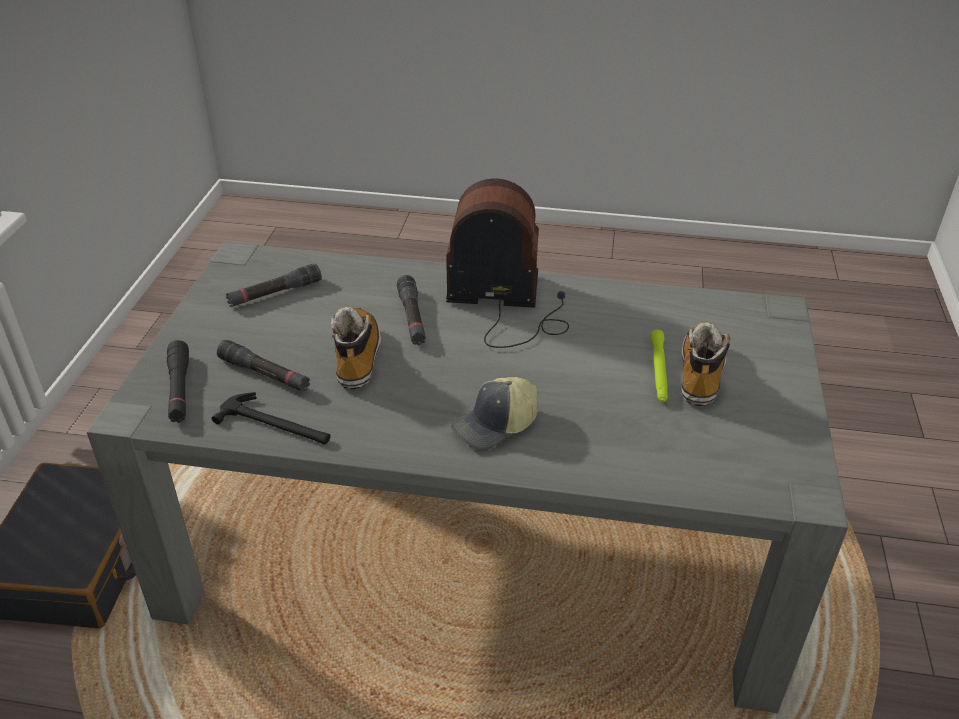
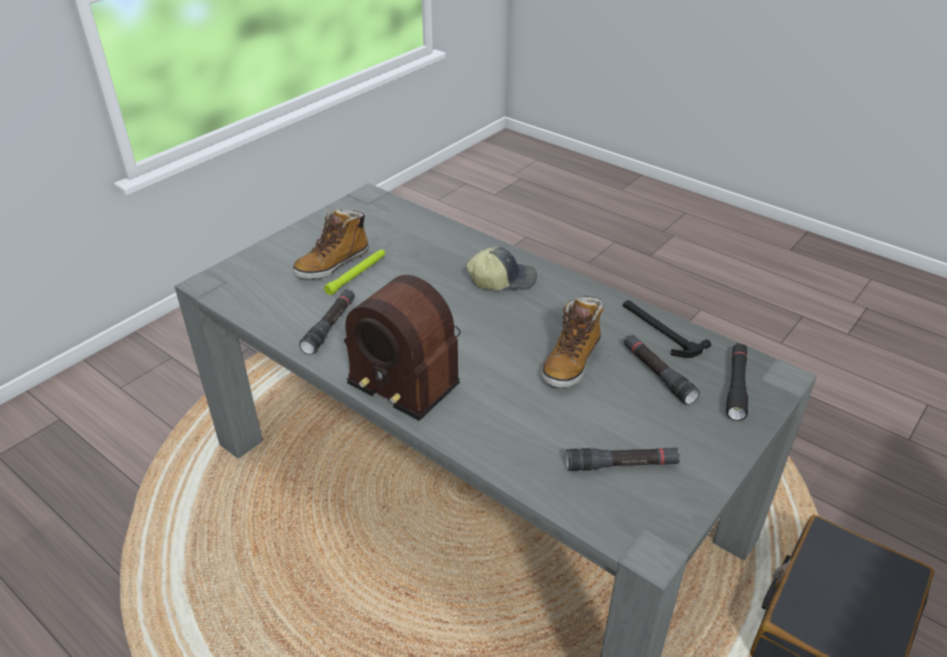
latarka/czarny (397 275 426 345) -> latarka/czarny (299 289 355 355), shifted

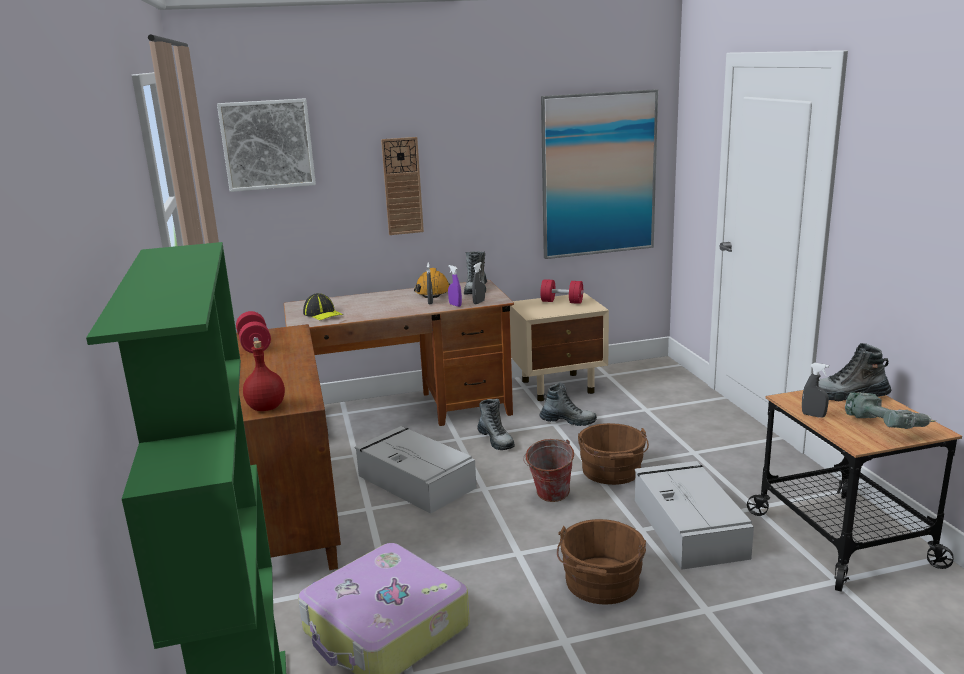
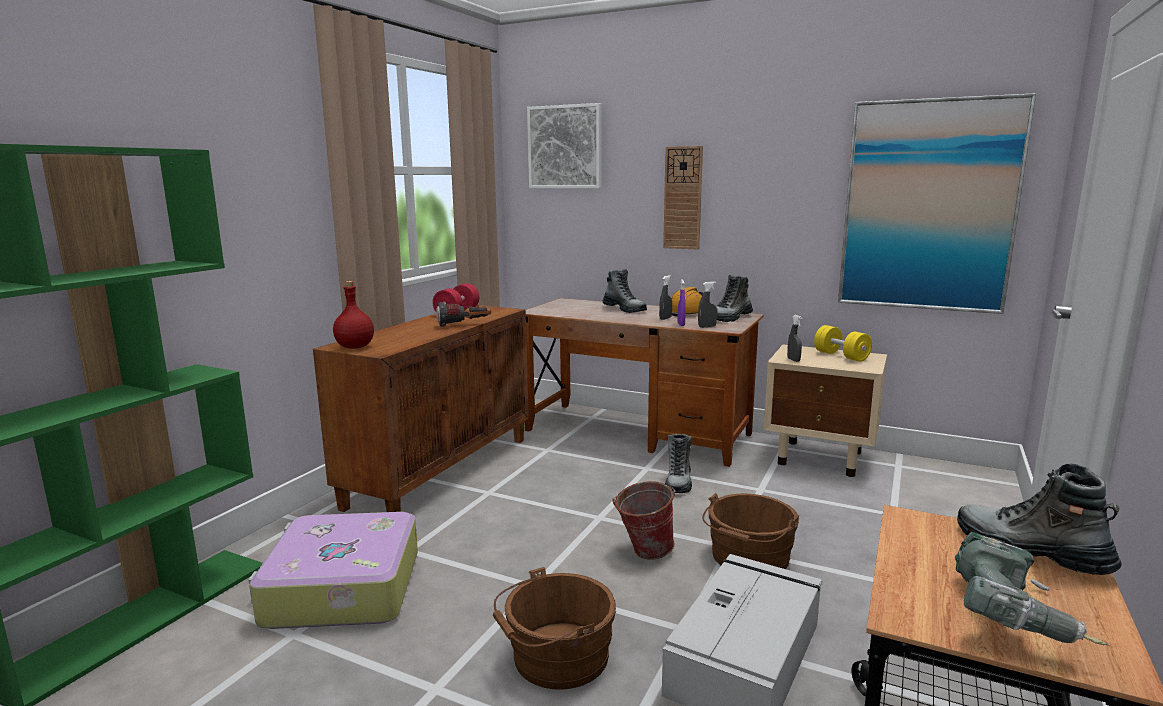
czapka z daszkiem (303 293 343 320) -> none
pojemnik do przechowywania/szary (355 426 476 514) -> none
none -> latarka (436 302 491 327)
but z cholewką (539 383 597 426) -> but z cholewką (603 269 647 313), shifted
spryskiwacz/szary (802 363 829 418) -> spryskiwacz/szary (787 315 802 362), shifted
hantel/czerwony (541 279 583 304) -> hantel/żółty (814 325 872 362)

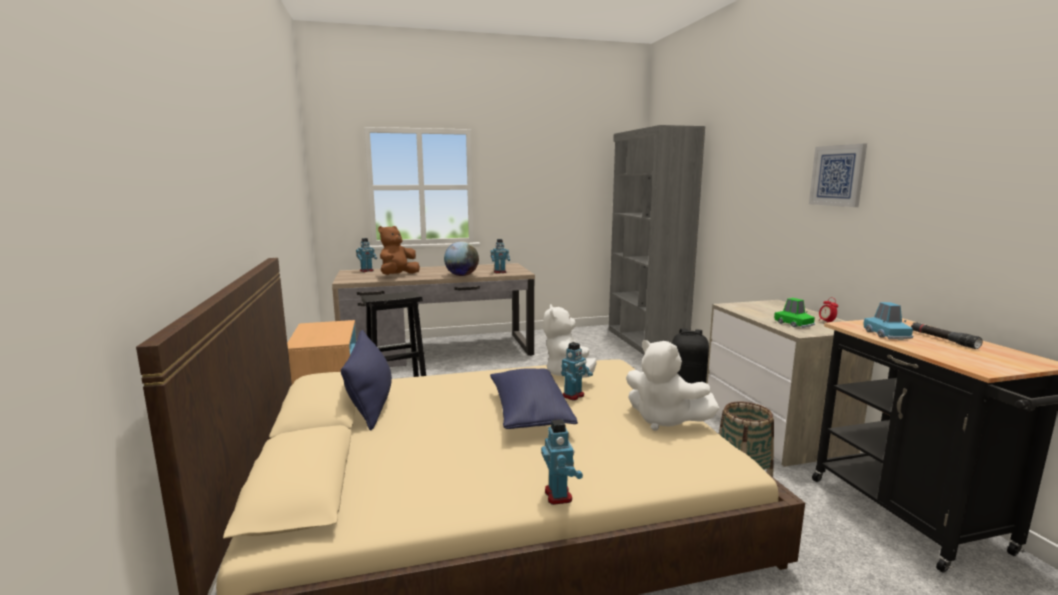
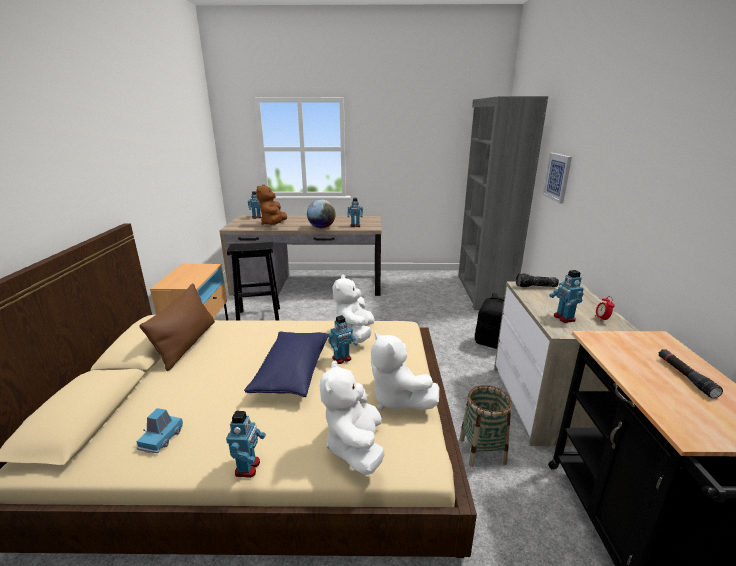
none -> pluszak/biały (320 360 385 475)
none -> latarka (516 273 559 287)
obraz (809 144 867 207) -> obraz (543 153 572 203), shifted
samochodzik/niebieski (864 302 913 340) -> samochodzik/niebieski (136 408 183 453), shifted
samochodzik/zielony (774 298 815 328) -> robot zabawkowy (549 270 584 323)
poduszka/niebieski (341 330 392 430) -> poduszka/brązowy (139 283 215 371)
pluszak/brązowy (378 226 420 275) -> pluszak/brązowy (256 184 287 225), 45 degrees counterclockwise

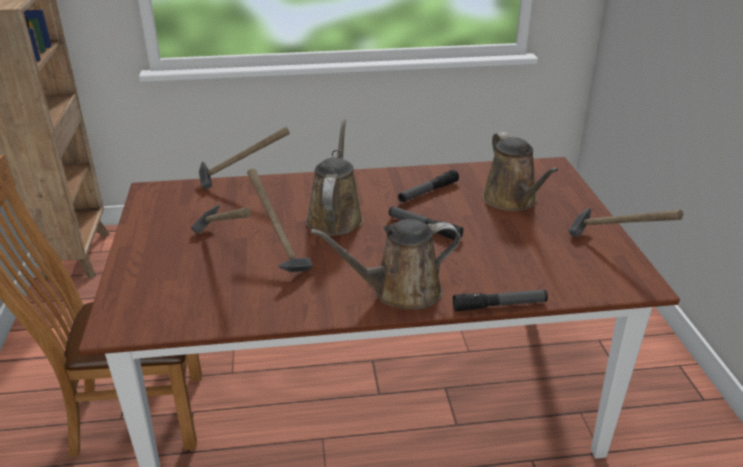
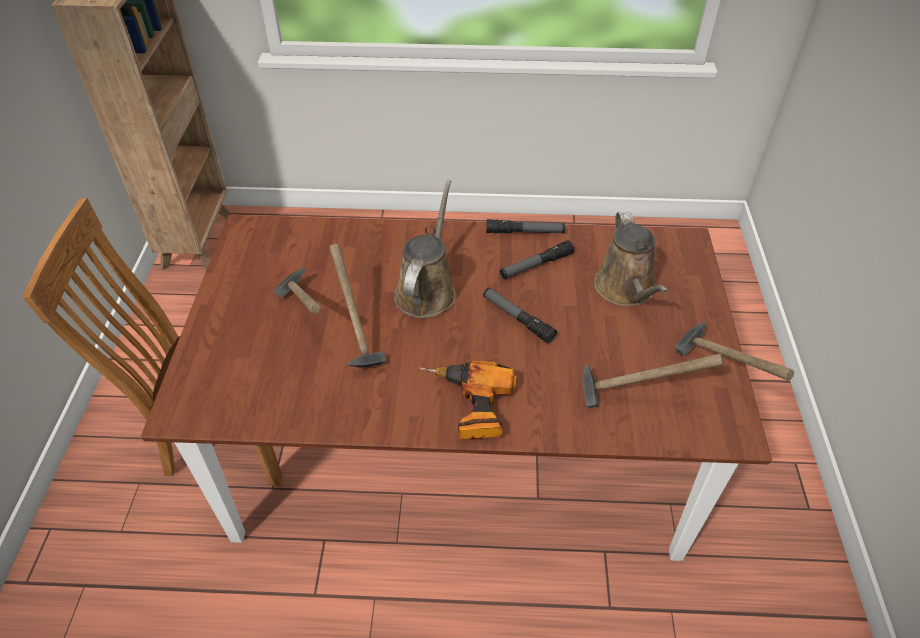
młotek (199 127 290 190) -> młotek (582 354 724 408), shifted
latarka (453 290 548 311) -> latarka (486 219 565 233), shifted
konewka/brązowy (310 219 461 310) -> wiertarka (419 361 517 440)

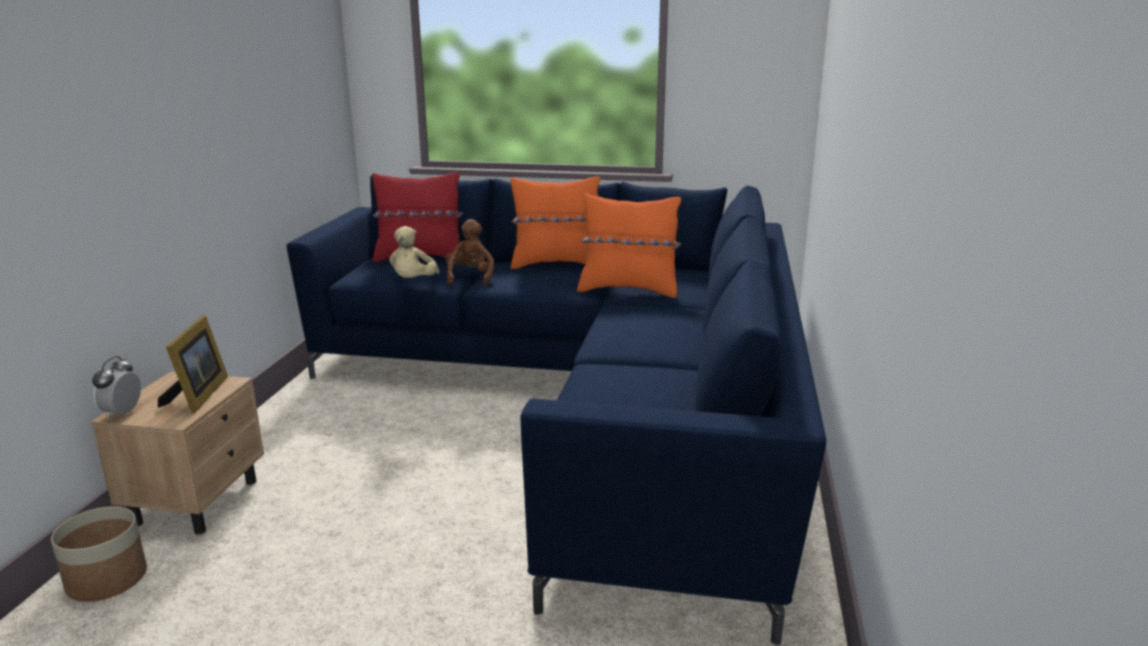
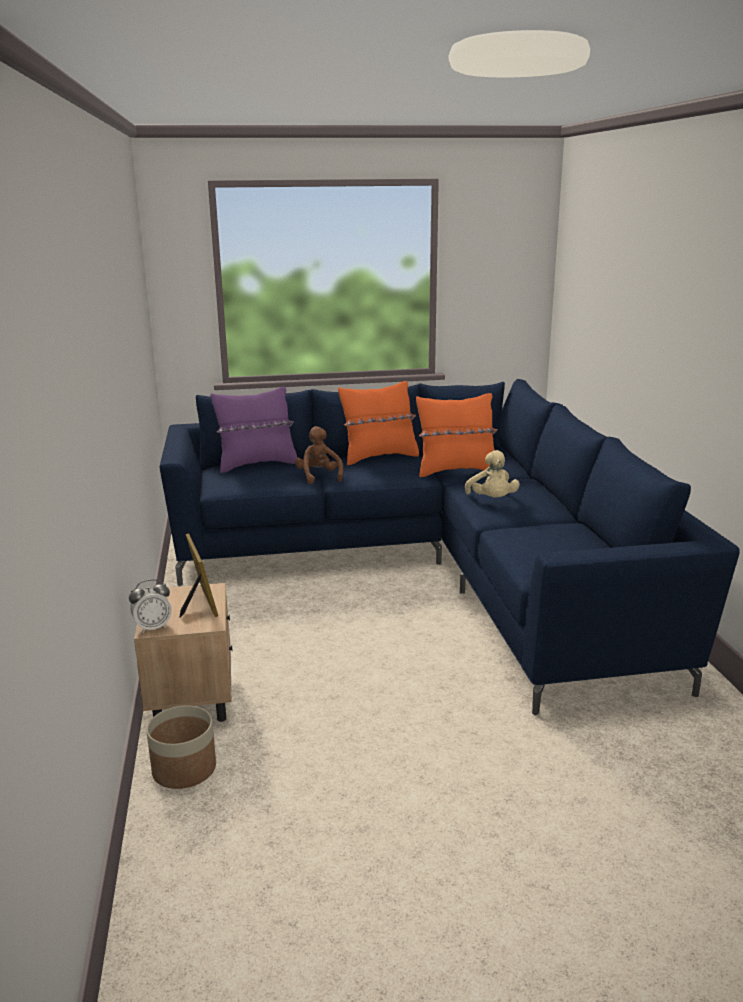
pluszak/beżowy (389 226 440 278) -> pluszak/beżowy (465 450 520 497), shifted
poduszka/czerwony (372 172 463 262) -> poduszka/fioletowy (210 387 297 473)
budzik (92 356 141 418) -> budzik (129 579 172 633), 105 degrees counterclockwise

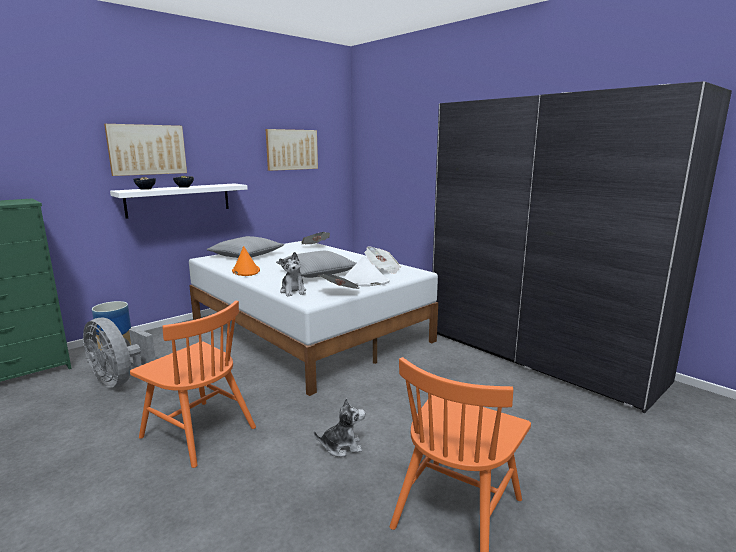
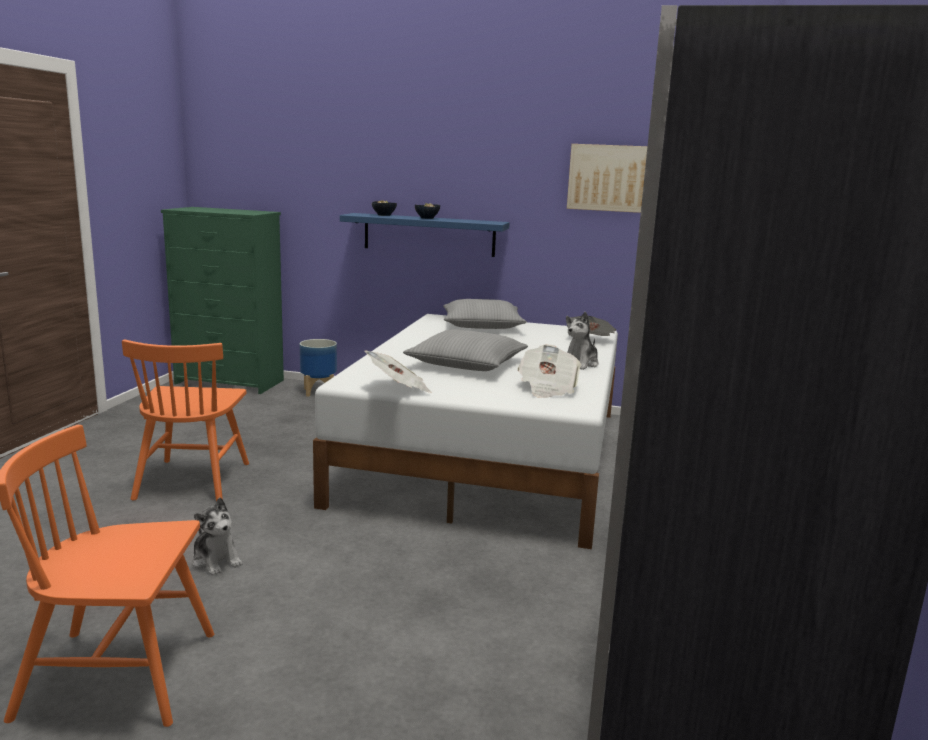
wentylator/szary (83 318 156 388) -> none
obraz (104 124 187 176) -> none
kapelusz/pomarańczowy (232 246 260 276) -> none
kapelusz/biały (343 256 389 286) -> none
pluszak (279 252 306 297) -> pluszak (566 312 599 370), shifted
półka/biały (110 183 248 219) -> półka/niebieski (340 213 510 257)

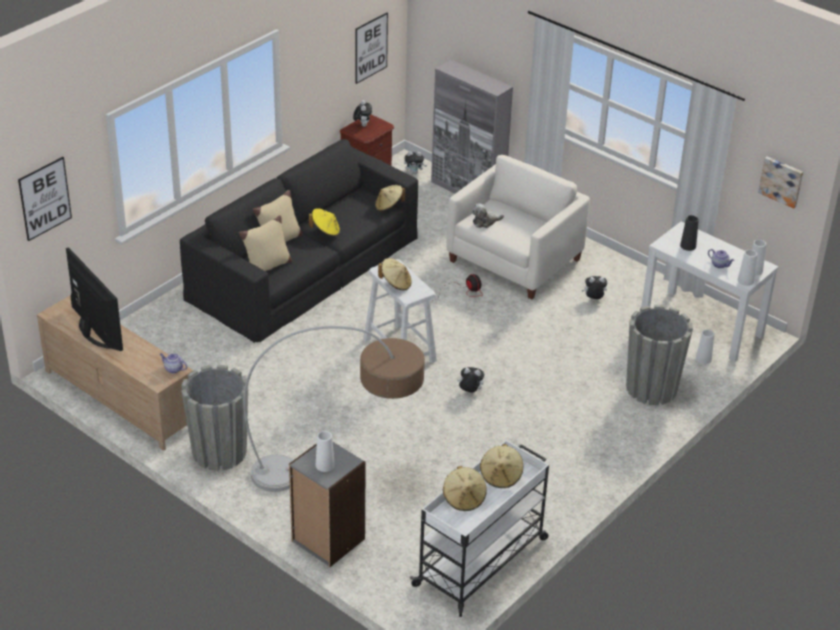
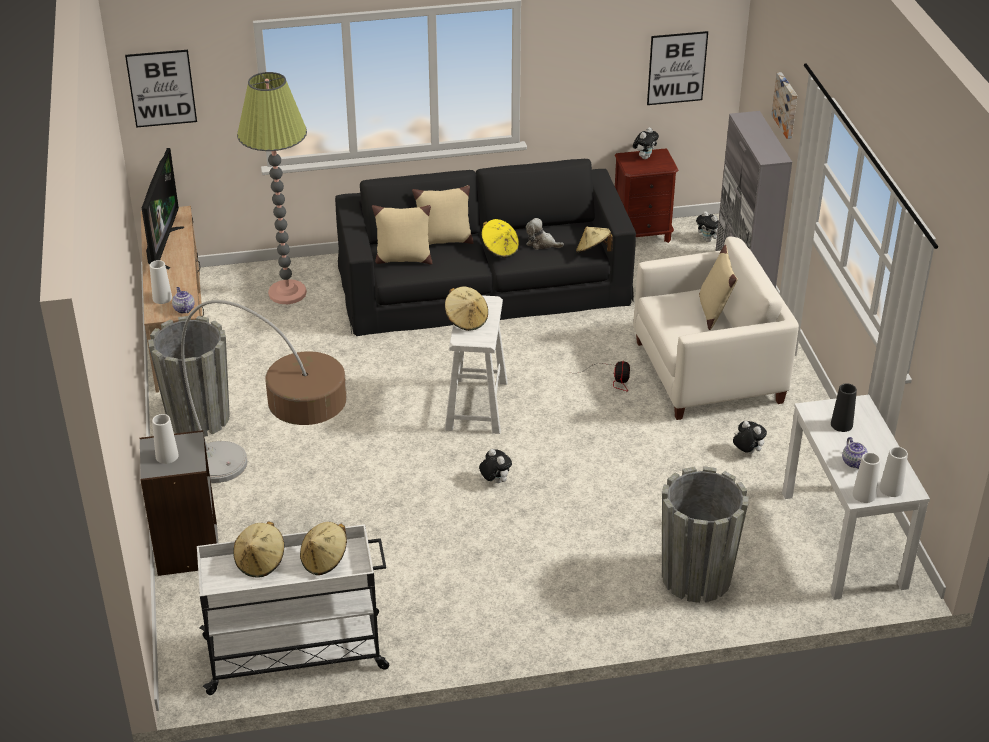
none -> lampa stojąca (237 72 307 304)
none -> poduszka/beżowy (699 245 738 330)
pluszak (472 203 504 228) -> pluszak (526 218 564 249), shifted
wazon/biały (696 330 714 364) -> wazon/biały (150 260 172 304), shifted
obraz (758 157 803 208) -> obraz (771 72 797 139), shifted

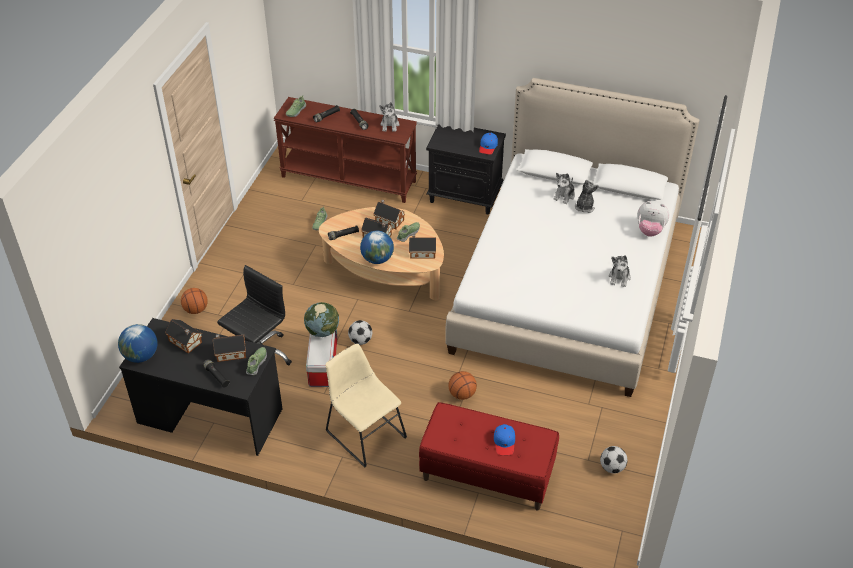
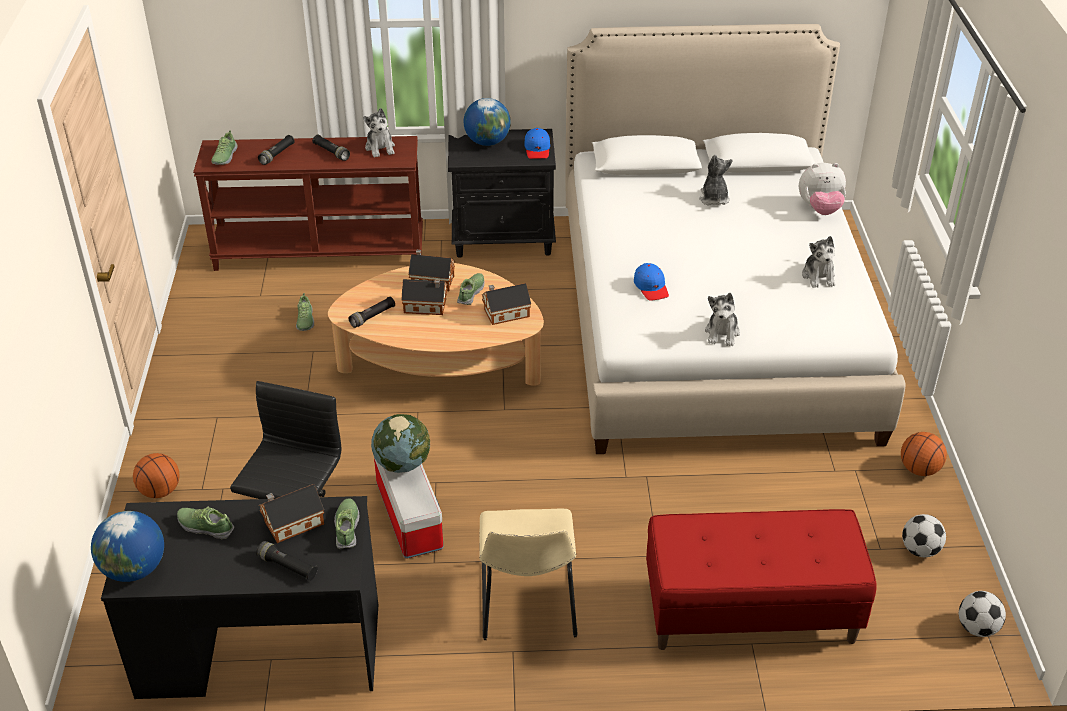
piłka futbolowa (348 320 372 345) -> piłka futbolowa (959 591 1006 637), shifted
globus (360 231 394 264) -> globus (464 98 511 146), shifted
piłka do koszykówki (448 371 477 400) -> piłka do koszykówki (901 432 947 476), shifted
czapka z daszkiem/niebieski (494 424 515 456) -> czapka z daszkiem/niebieski (634 263 669 301), shifted
pluszak (553 173 575 204) -> pluszak (705 293 740 346), shifted
domek (165 319 202 353) -> but (177 506 234 539)
krzesło/beżowy (326 344 407 468) -> krzesło/beżowy (479 509 578 640), 120 degrees counterclockwise

